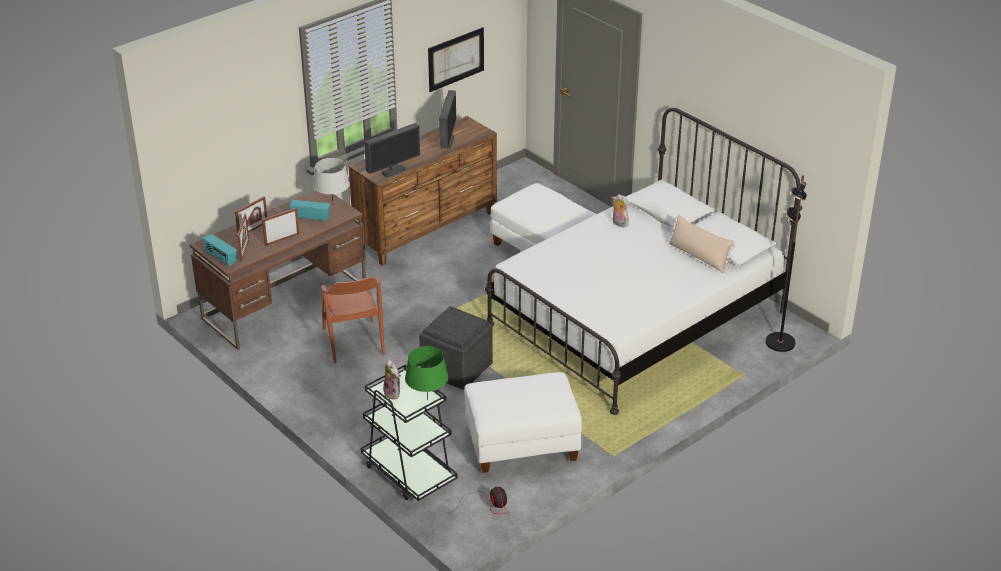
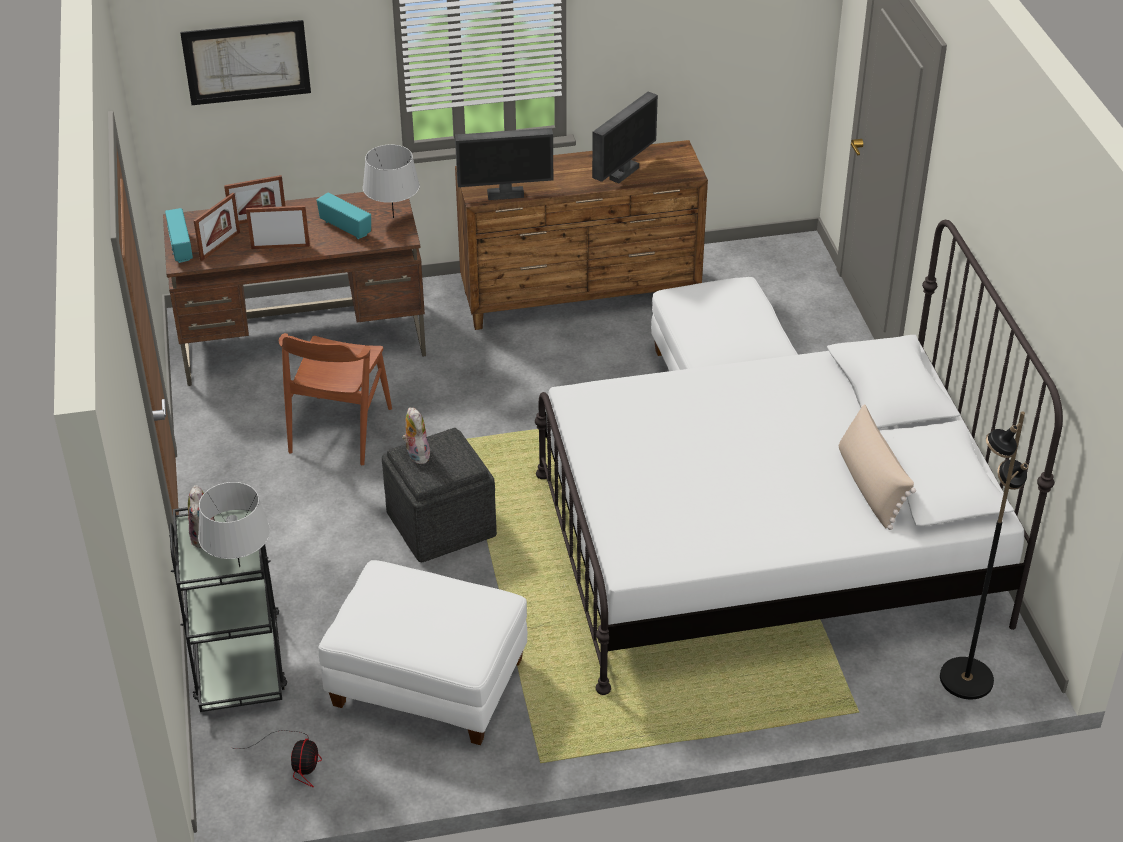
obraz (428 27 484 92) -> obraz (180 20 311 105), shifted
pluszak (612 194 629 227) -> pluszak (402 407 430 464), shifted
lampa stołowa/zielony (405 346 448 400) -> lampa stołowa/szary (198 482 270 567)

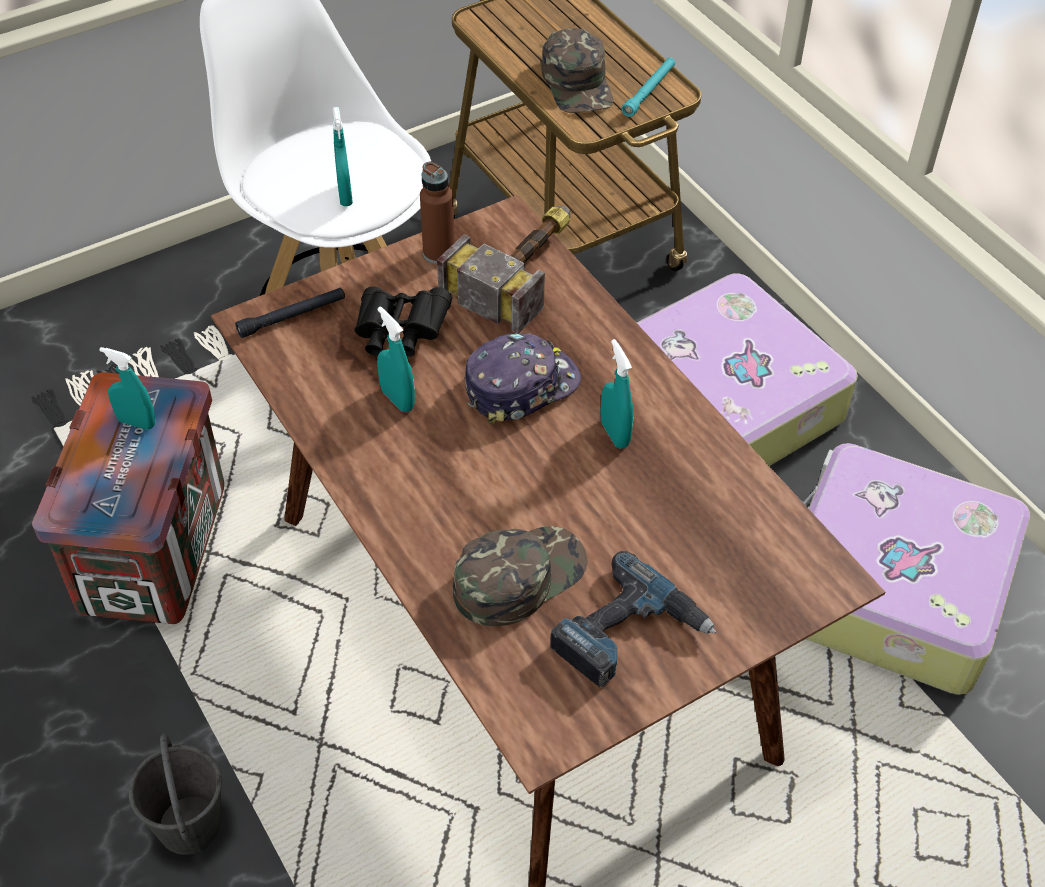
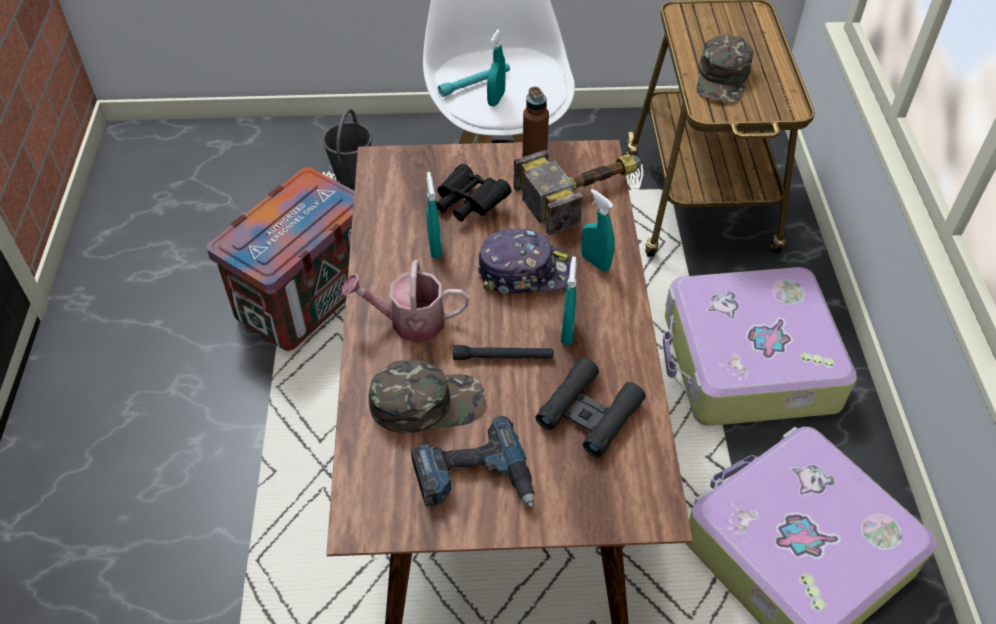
none -> konewka (341 260 469 343)
none -> lornetka/czarny (536 358 646 457)
spryskiwacz/turkusowy (100 347 155 430) -> spryskiwacz/turkusowy (581 189 615 271), shifted
wiadro/szary (129 734 222 855) -> wiadro/szary (322 109 372 185), shifted
latarka/czarny (235 288 345 338) -> latarka/czarny (453 345 553 360), shifted
latarka/turkusowy (621 57 675 117) -> latarka/turkusowy (438 63 510 97), shifted

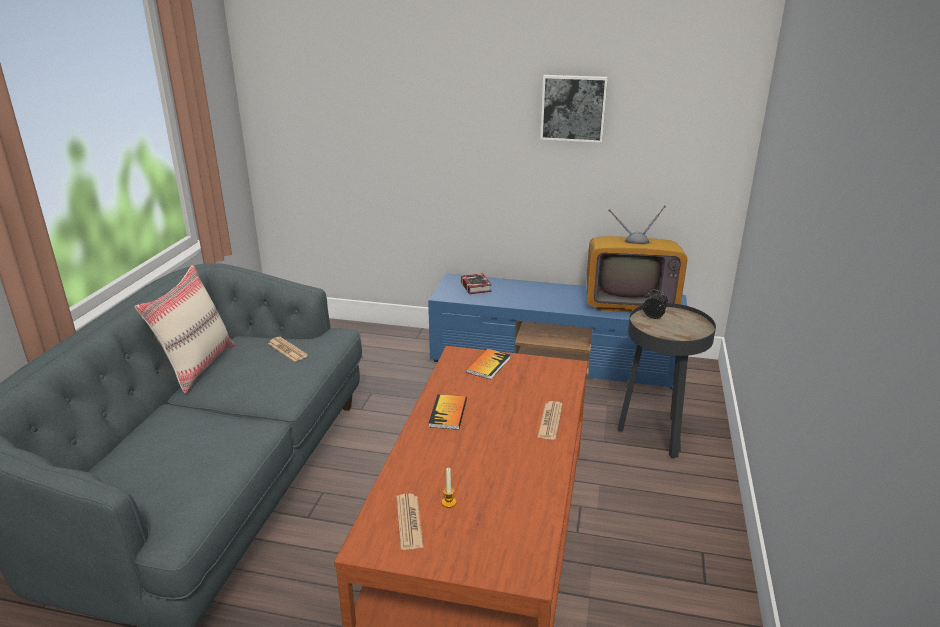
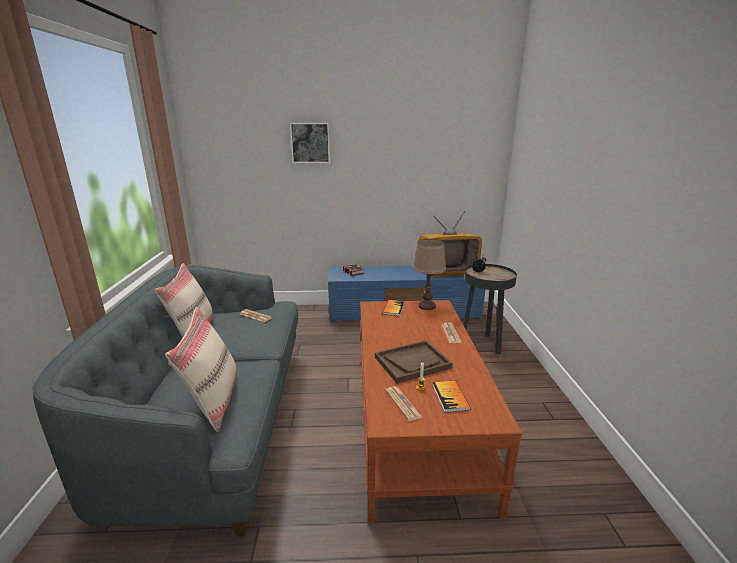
none -> poduszka/beżowy (165 307 237 432)
none -> taca/brązowy (375 340 453 384)
none -> lampa stołowa/brązowy (413 239 446 310)
książka (429 394 467 430) -> książka (432 381 471 412), shifted
obraz (540 75 608 143) -> obraz (290 123 330 163), shifted

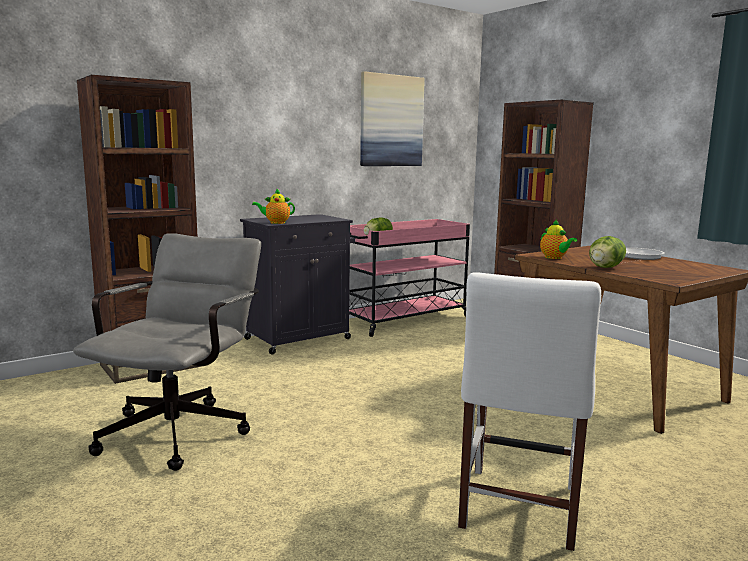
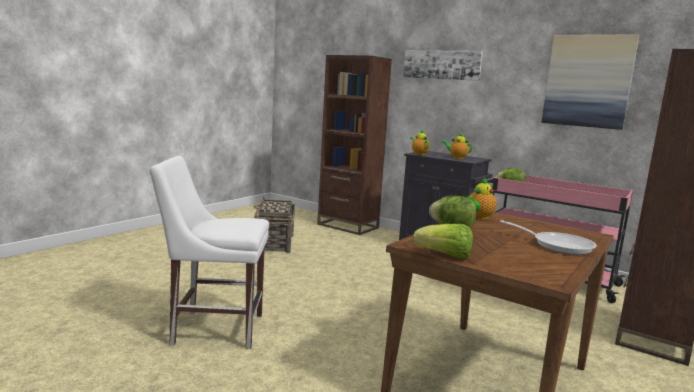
none -> obraz (403 50 483 81)
none -> sałata (413 224 473 259)
none -> imbryk (442 133 472 159)
krzesło biurowe/szary (73 233 261 471) -> koszyk (254 196 295 253)

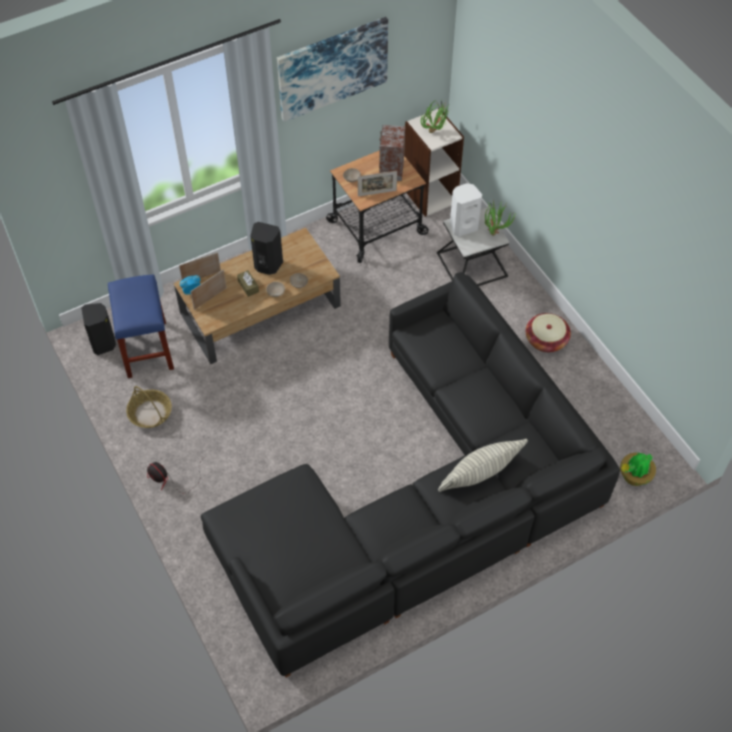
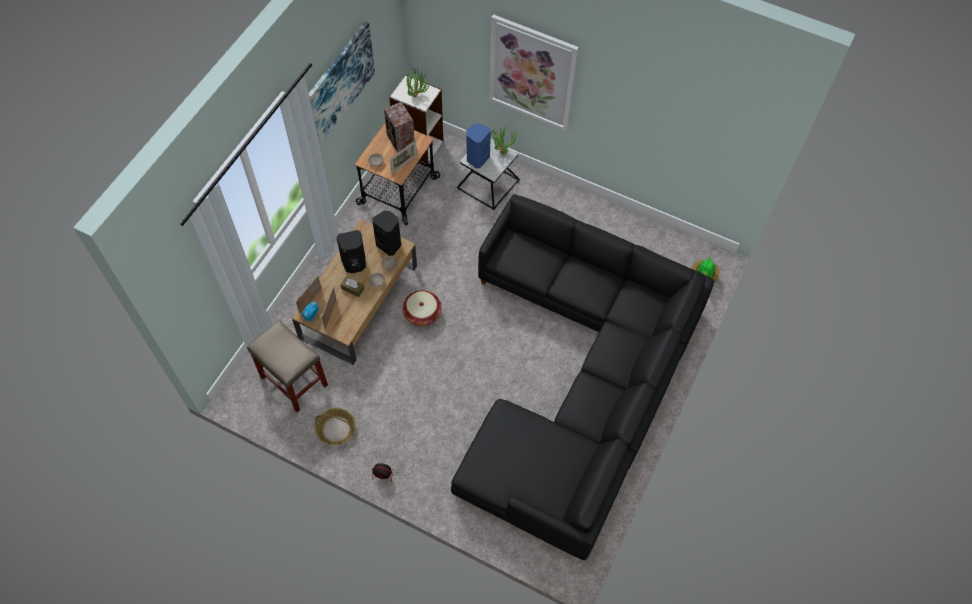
poduszka (438 439 528 492) -> none
none -> obraz (489 14 579 131)
głośnik/czarny (81 303 116 355) -> głośnik/czarny (372 210 401 256), shifted
koszyk (526 313 571 352) -> koszyk (402 290 441 326), shifted
stołek/niebieski (108 274 174 378) -> stołek/beżowy (247 320 328 412)
głośnik/biały (450 183 482 237) -> głośnik/niebieski (467 123 491 168)

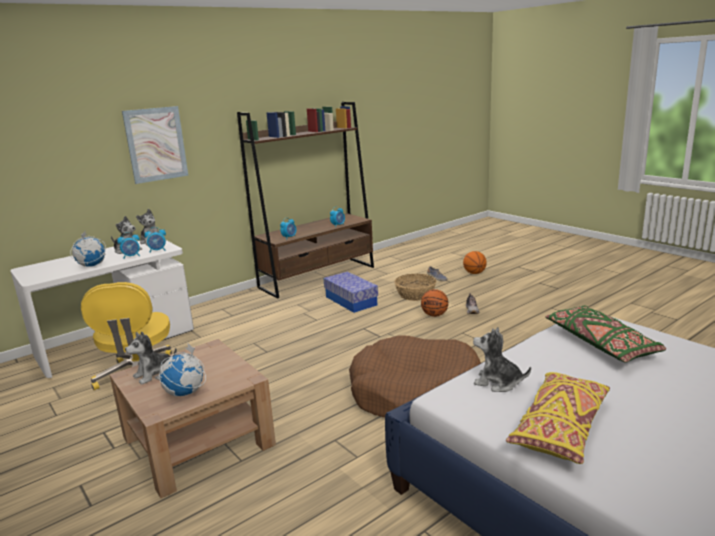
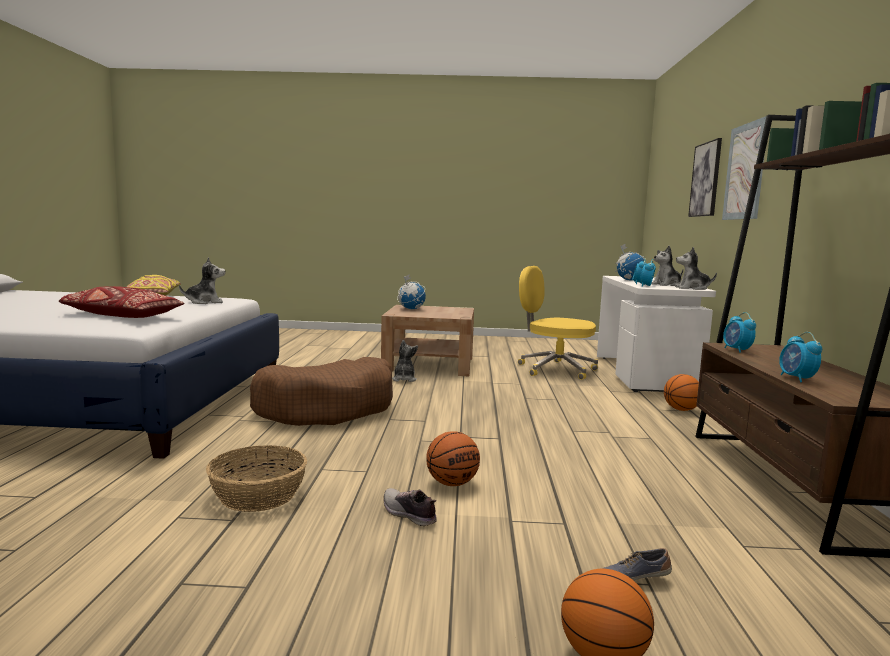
pojemnik do przechowywania (324 271 378 313) -> none
none -> piłka do koszykówki (664 374 699 411)
none -> obraz (688 138 722 217)
pluszak (125 331 177 385) -> pluszak (392 340 418 382), shifted
koszyk (394 274 436 301) -> koszyk (206 445 307 512), shifted
poduszka/zielony (545 306 666 363) -> poduszka/czerwony (59 286 185 318)

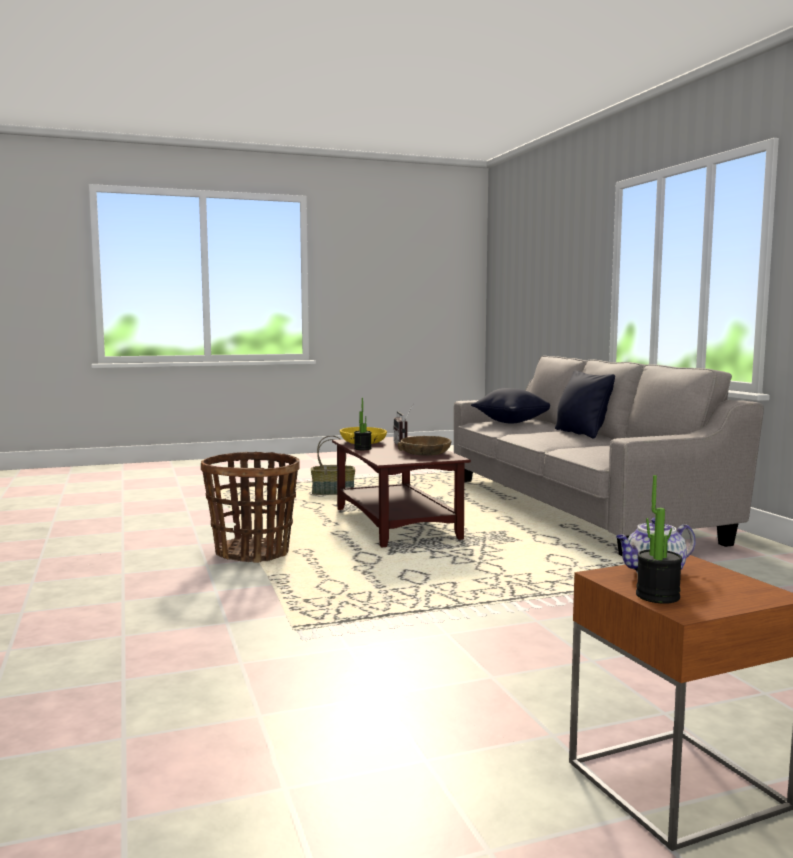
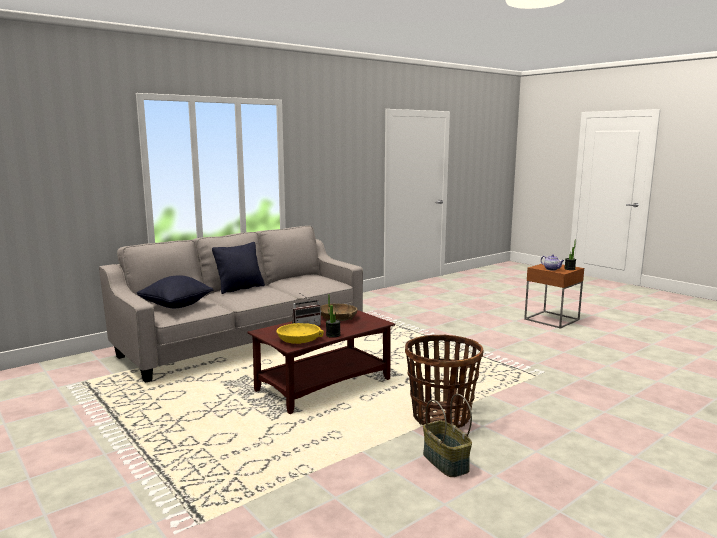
koszyk (311 435 355 495) -> koszyk (423 394 472 477), shifted

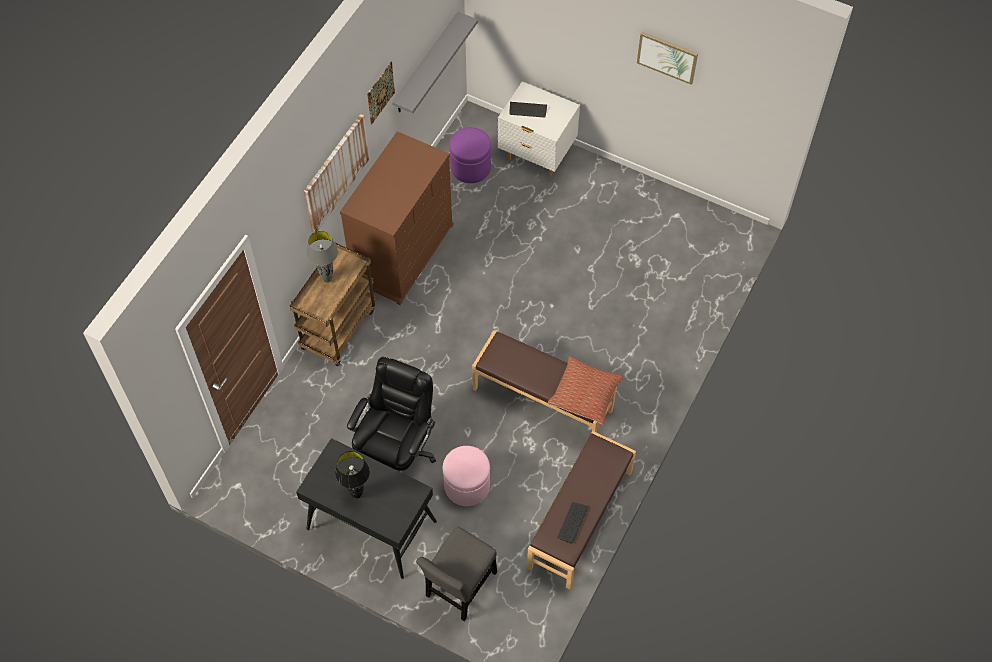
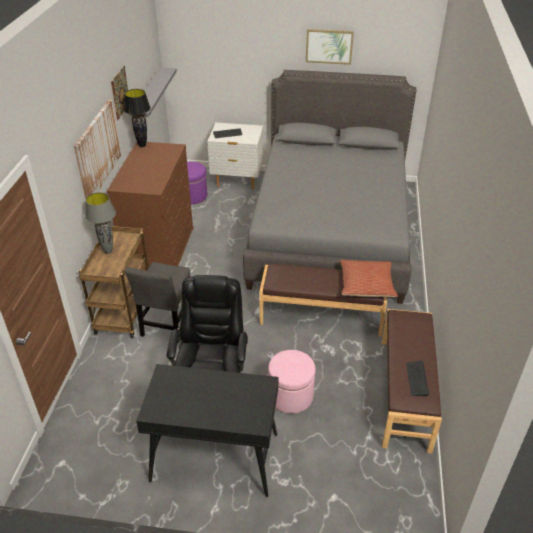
none -> łóżko/szary (243 70 417 304)
lampa stołowa/czarny (335 451 370 499) -> lampa stołowa/czarny (124 89 151 147), shifted
krzesło/szary (416 526 497 621) -> krzesło/szary (125 262 190 343), shifted

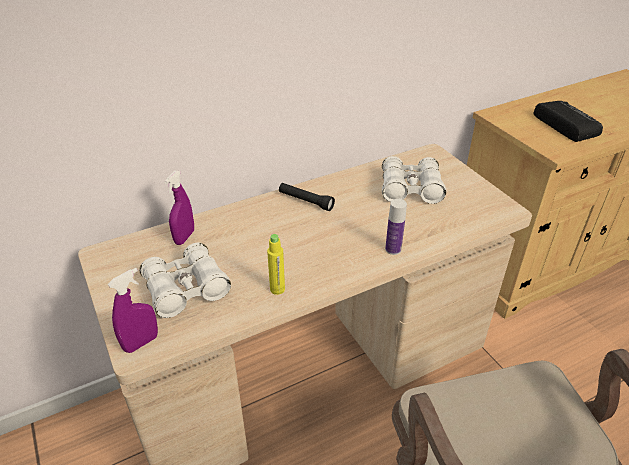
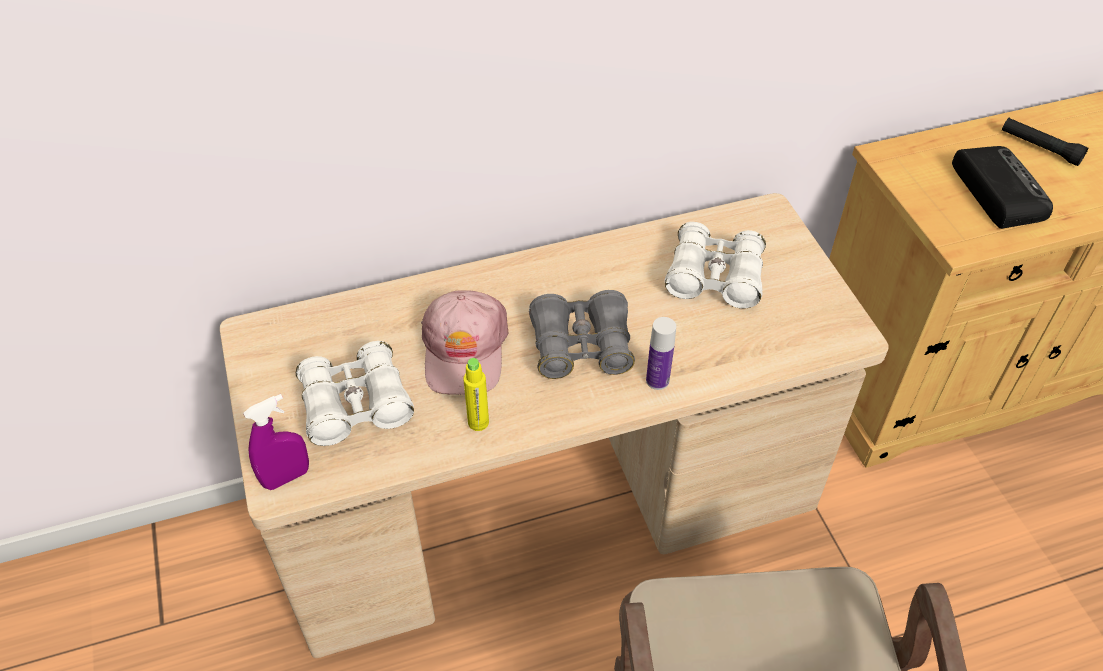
spryskiwacz/fioletowy (164 171 194 245) -> none
none -> czapka z daszkiem/różowy (421 290 509 395)
none -> lornetka/szary (529 290 635 379)
latarka/czarny (279 183 335 211) -> latarka/czarny (1002 118 1088 166), shifted

